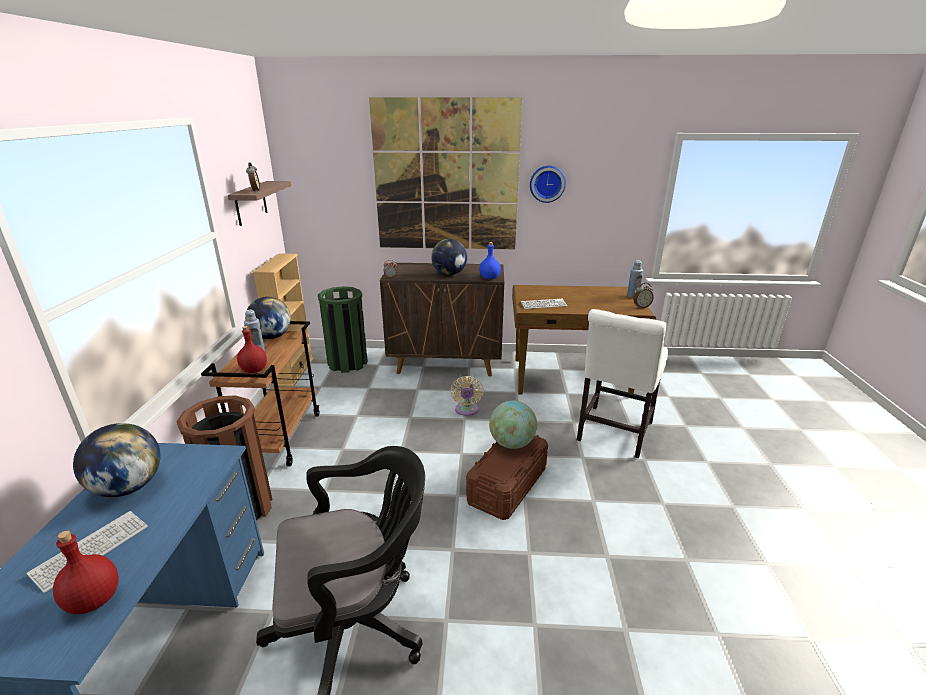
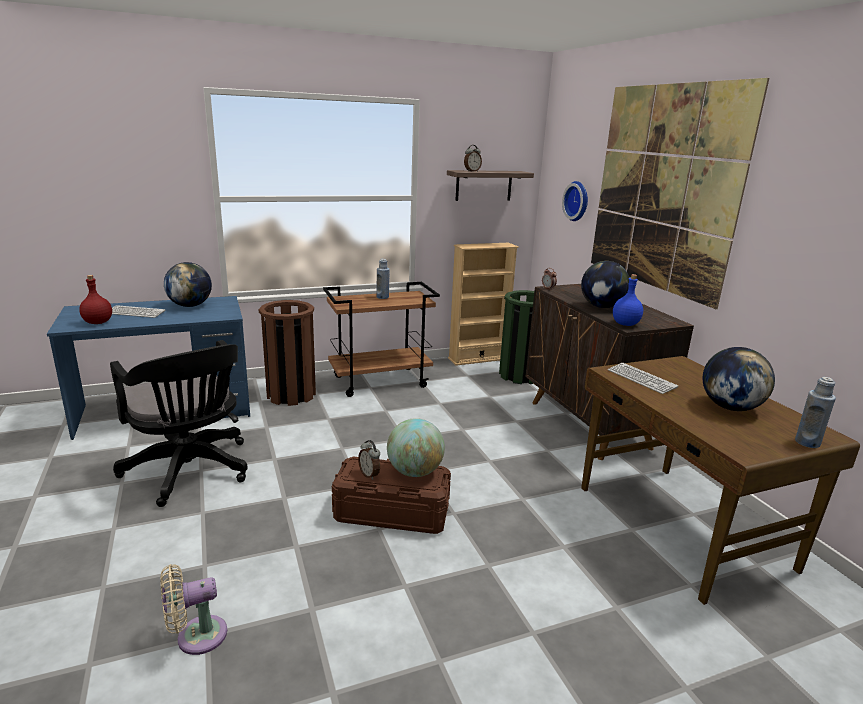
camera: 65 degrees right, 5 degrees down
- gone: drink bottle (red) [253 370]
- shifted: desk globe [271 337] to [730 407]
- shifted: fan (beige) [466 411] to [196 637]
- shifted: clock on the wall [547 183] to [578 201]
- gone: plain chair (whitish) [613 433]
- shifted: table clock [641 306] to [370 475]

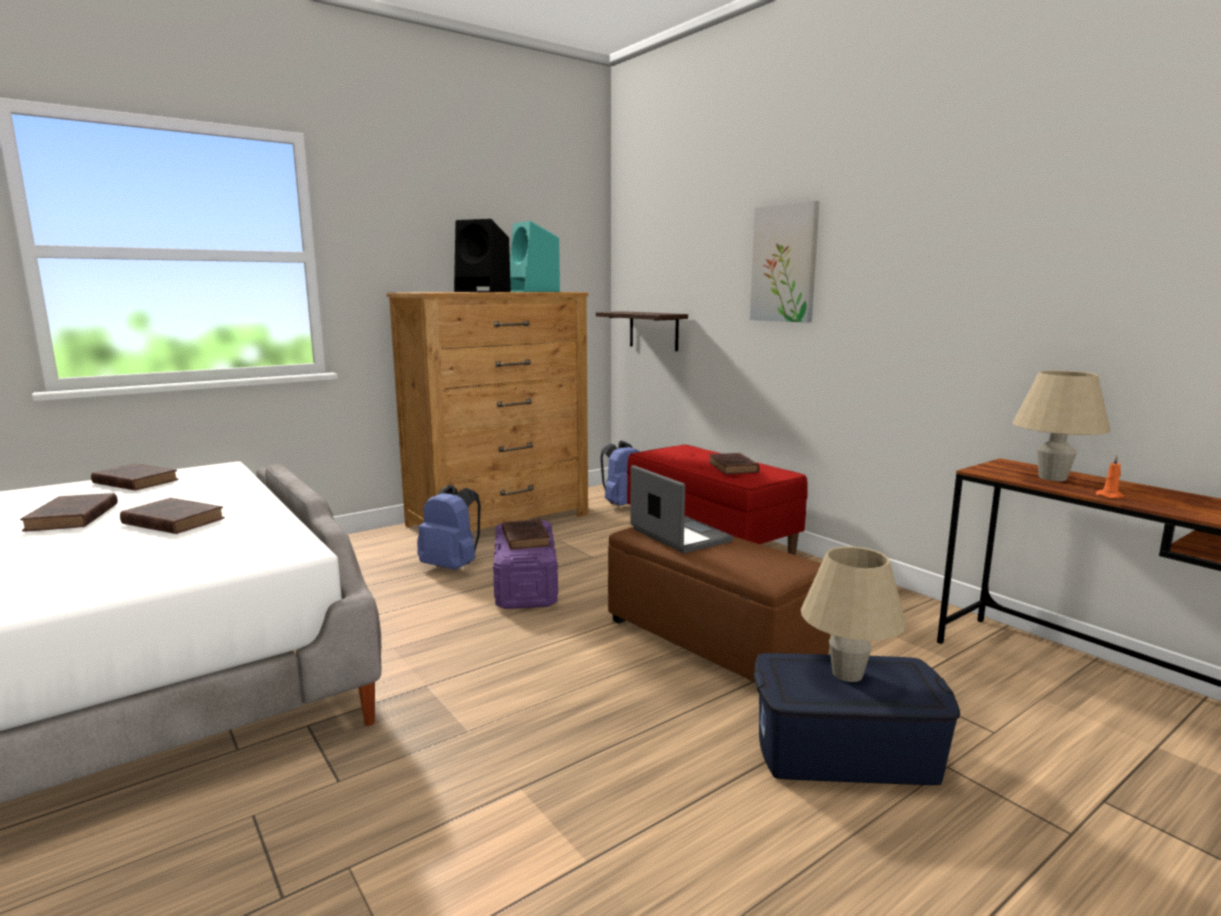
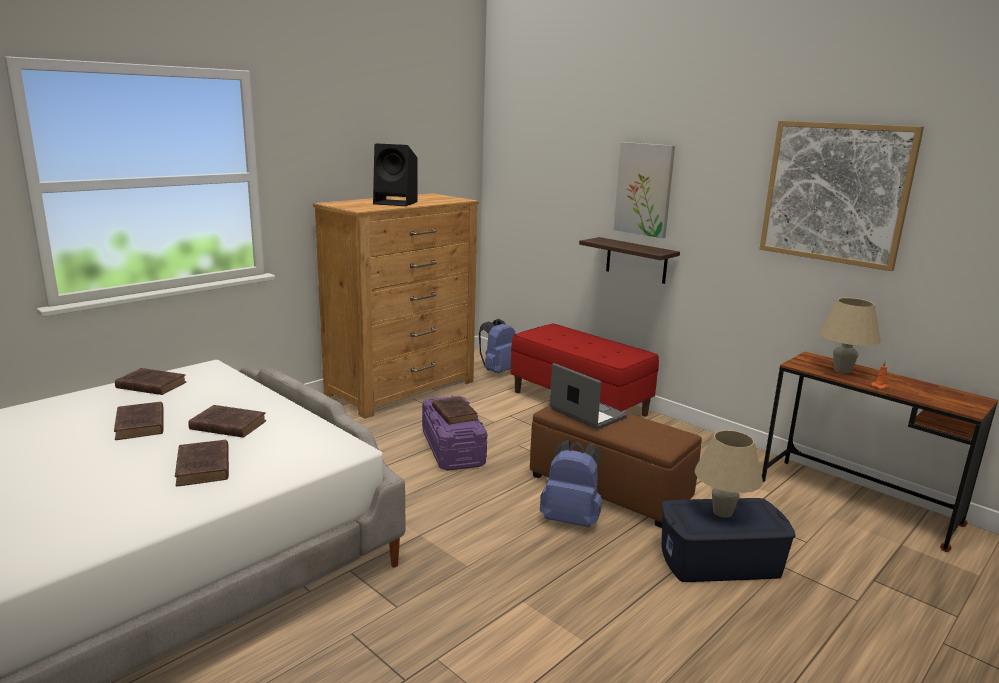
camera: 10 degrees left, 5 degrees up
- shifted: rucksack (bluish) [452 566] to [571 519]
- gone: loudspeaker (turquoise-coloured) [534 291]
- shifted: shelf [653 330] to [636 260]
- shifted: bound book (brown-coloured) [733 467] to [203 468]
- new: wall art [835 193]

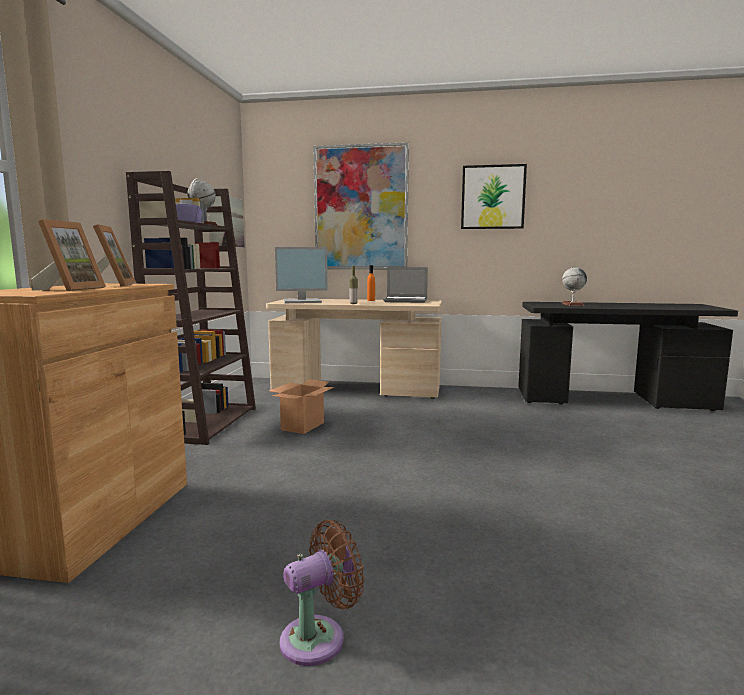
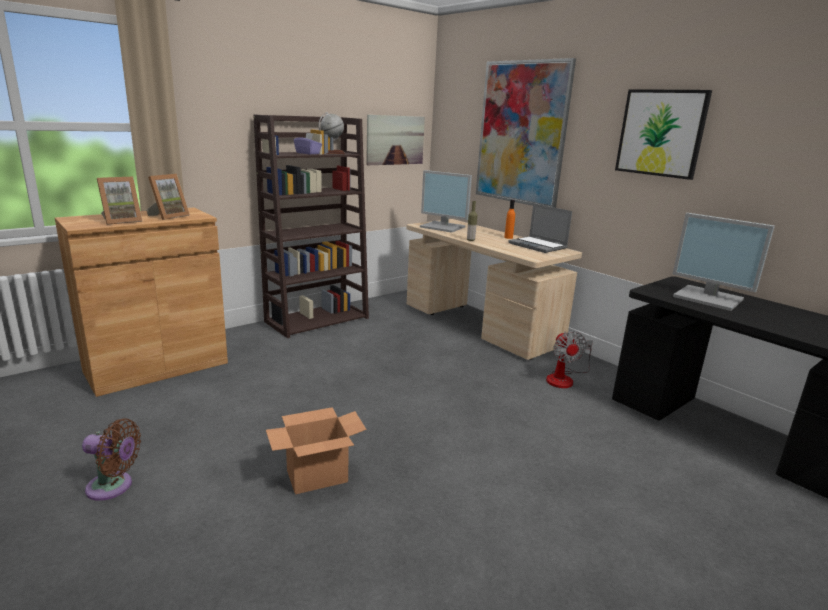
camera: 40 degrees right, 10 degrees up
- shifted: carton [302 426] to [316 477]
- swapped: desk globe [572 304] to monitor [709 298]
- new: fan [564 378]

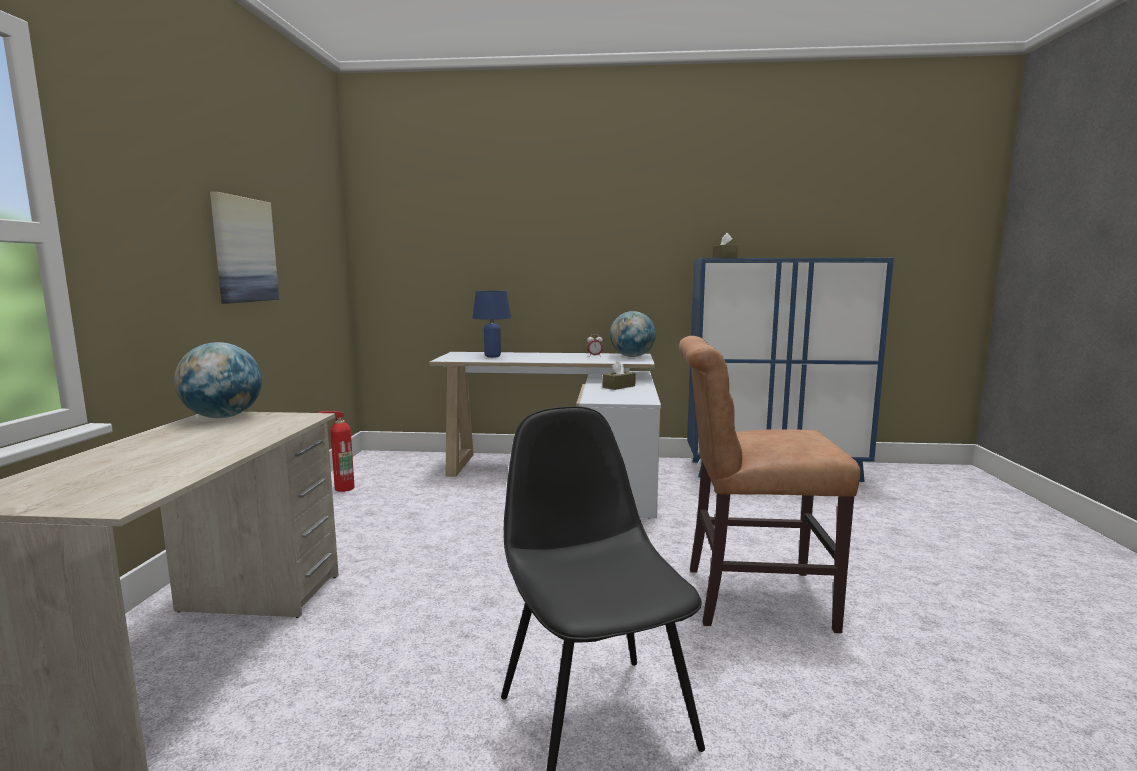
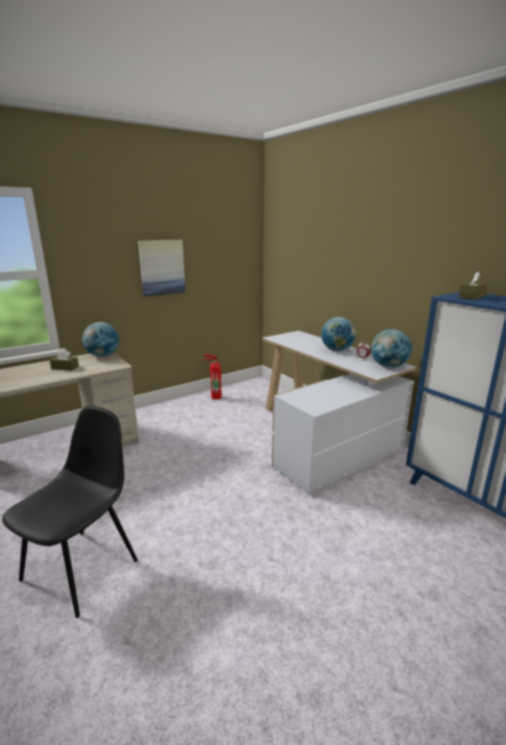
camera: 50 degrees right, 10 degrees up
- gone: lamp for a table (bluish) [492 356]
- shifted: box of tissues (brown-coloured) [619 386] to [65 367]
- gone: plain chair (brown-coloured) [748 598]
- new: desk globe [337 350]

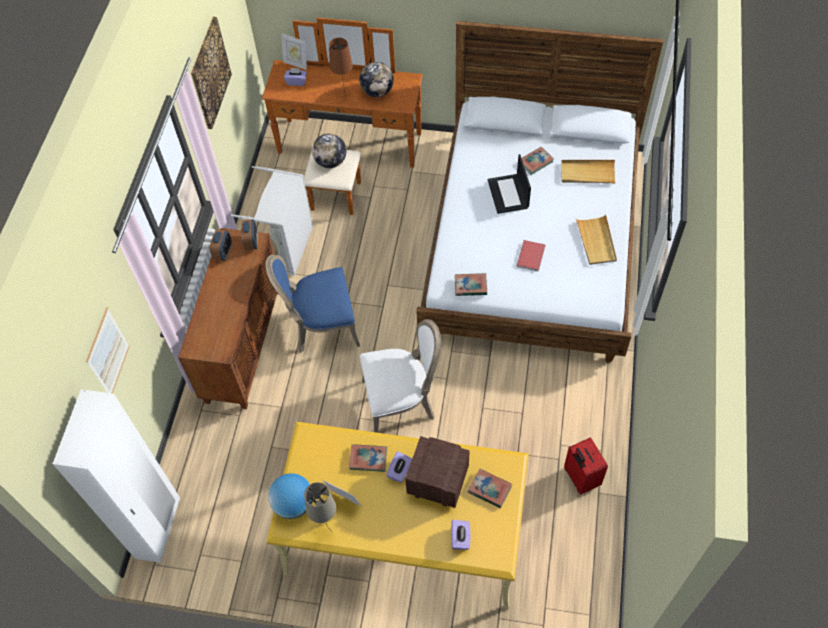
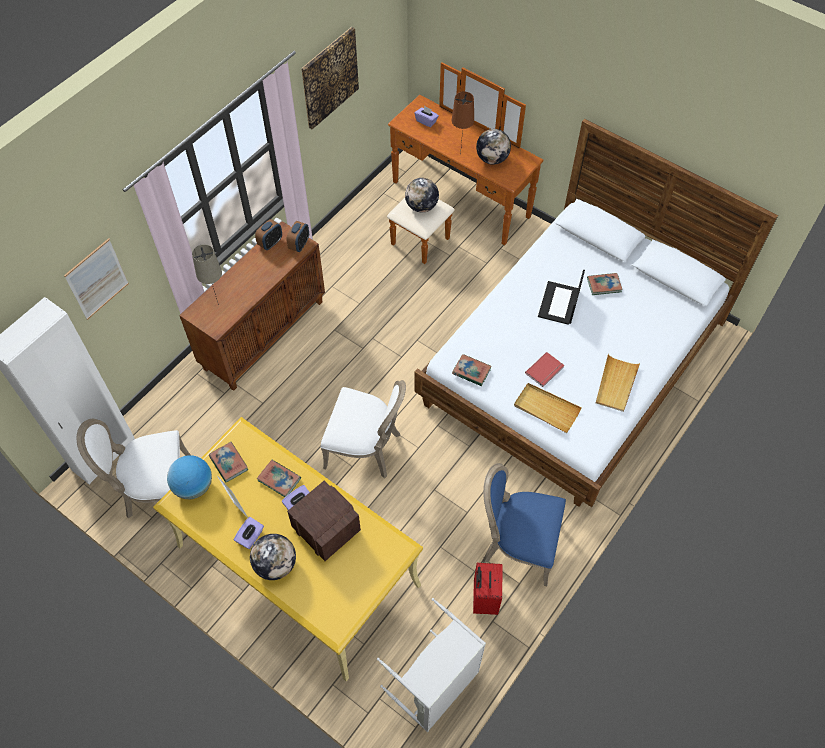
camera: 25 degrees right, 0 degrees up
- shifted: hamper (grey) [288 248] to [437 687]
- shifted: plain chair (bluish) [321 326] to [517 544]
- gone: picture frame [296 64]
- shifted: lamp for a table (beige) [326 527] to [217 301]
- shifted: box of tissues (purple) [460 538] to [250 537]
- shifted: bound book [489 489] to [228 463]
- shifted: carrying tray (beige) [587 173] to [546 409]
- new: plain chair (whitish) [156 489]
- new: desk globe [275 564]

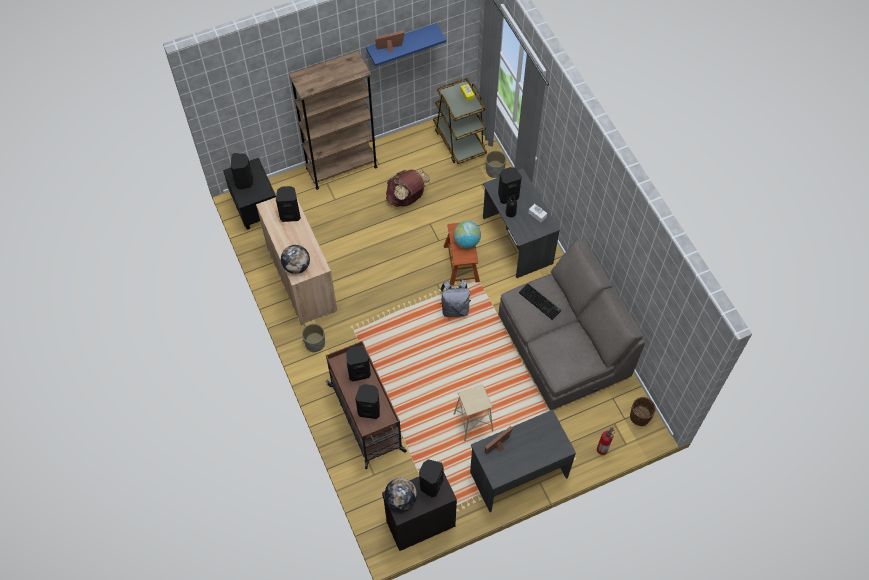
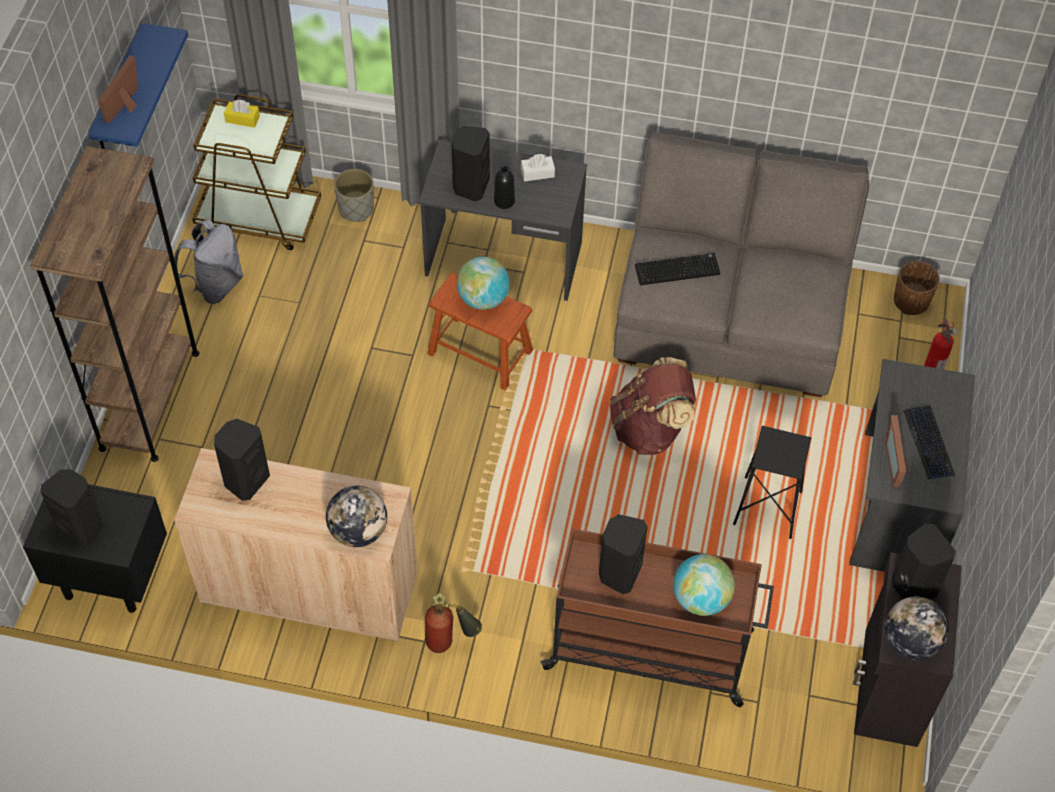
camera: 55 degrees left, 5 degrees down
- swapped: plant pot (grey) [315 343] to fire extinguisher [450 642]
- swapped: loudspeaker (black) [369 409] to desk globe [700 599]
- shifted: rucksack (brown-coloured) [406 198] to [650 429]
- shifted: rucksack (grey) [455 308] to [215 285]
- repainted: sitting stool (beige) [473 422] to sitting stool (black) [767 507]
- new: PC keyboard [929 443]

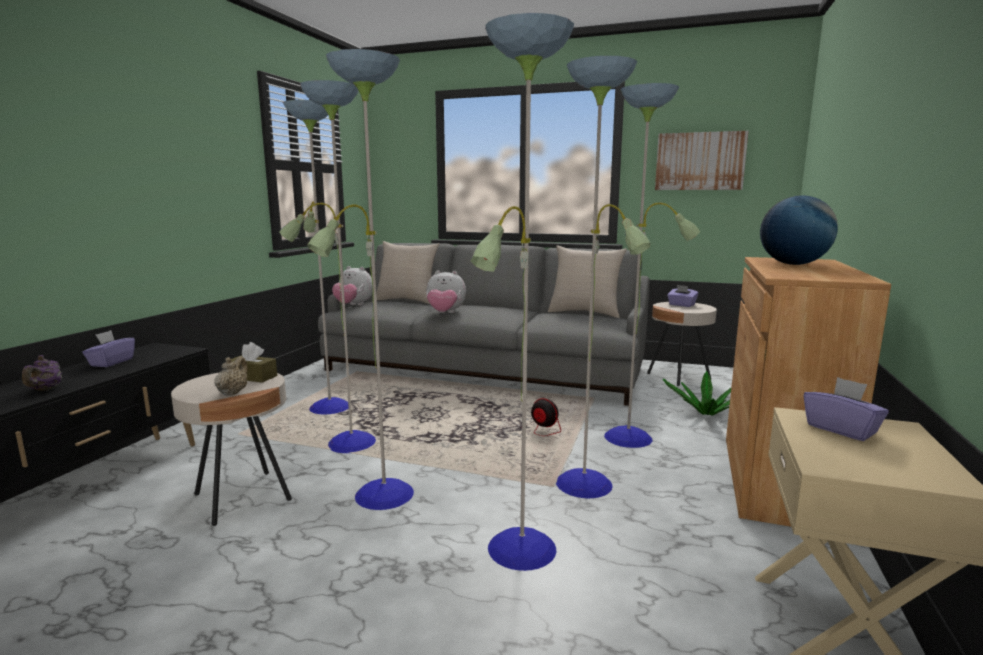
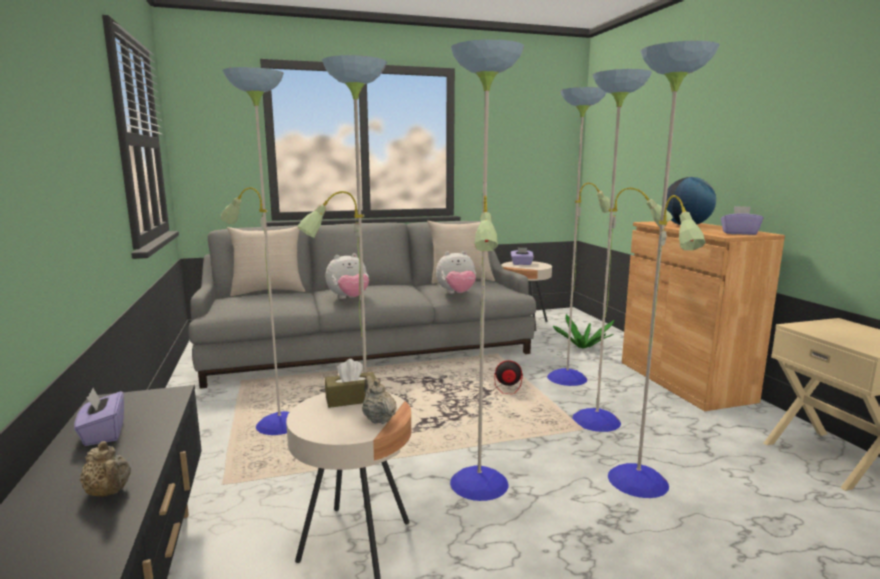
camera: 35 degrees left, 0 degrees up
- repainted: teapot (purple) [45 390] to teapot (beige) [109 493]
- shifted: cuddly toy [353 305] to [457 294]
- gone: wall art [699 161]
- shifted: box of tissues (purple) [841 429] to [739 233]

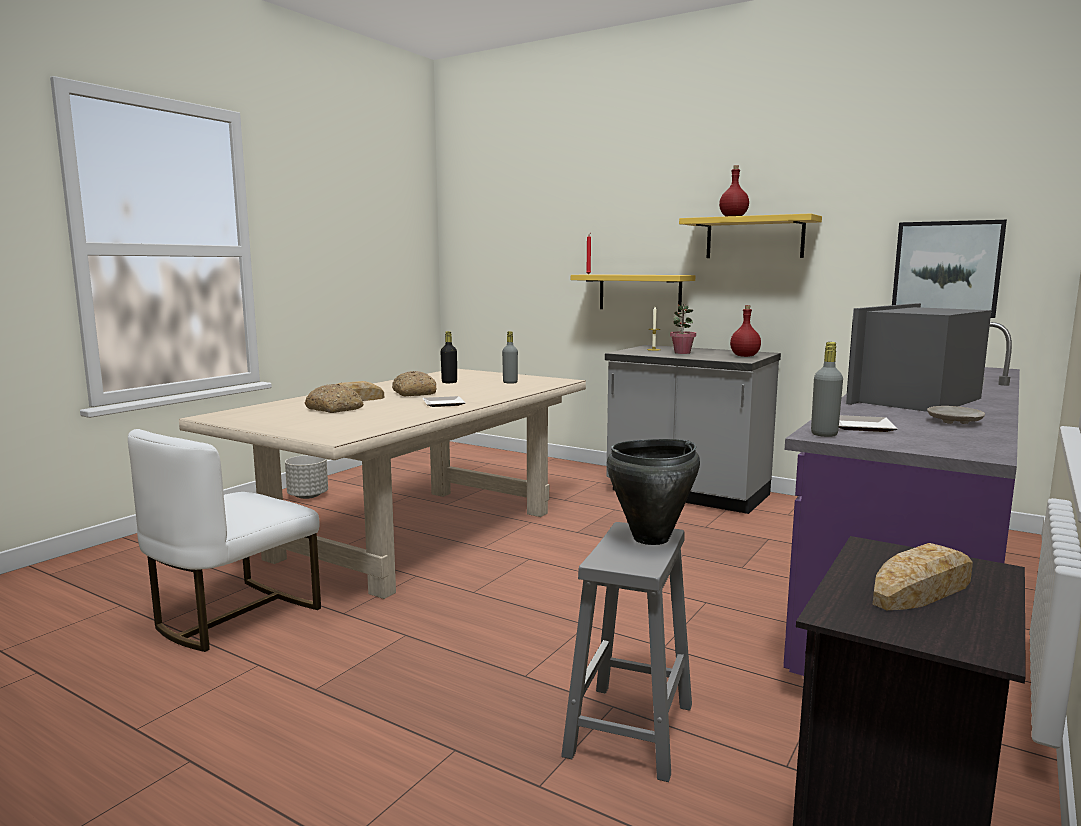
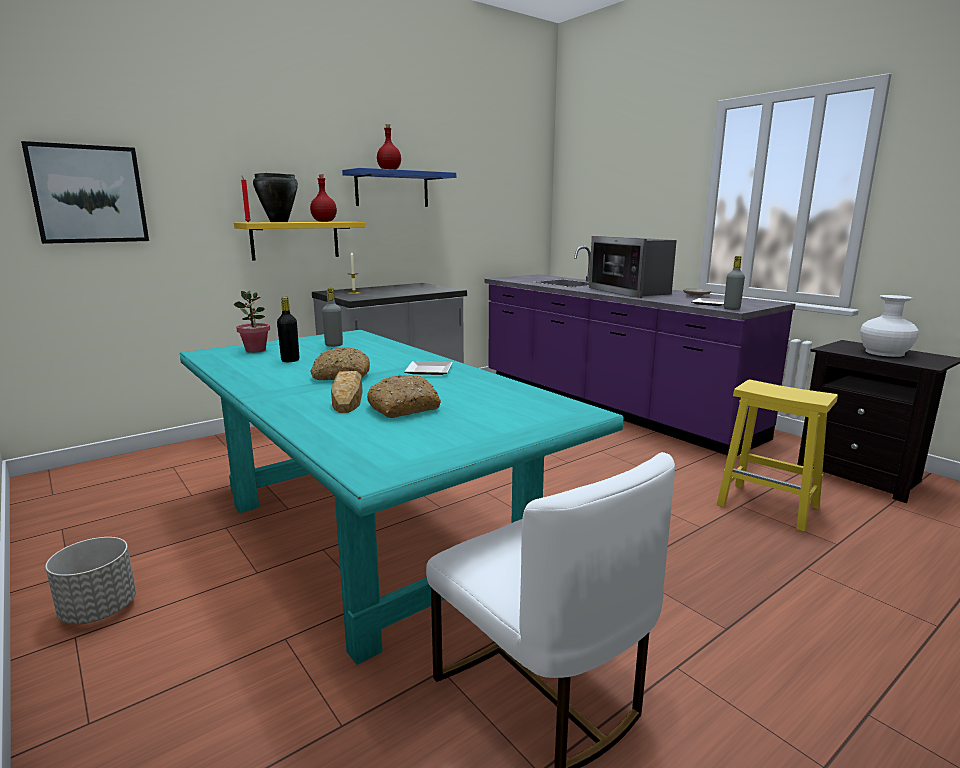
camera: 70 degrees left, 5 degrees up
- repainted: dining table (beige) [416 535] to dining table (turquoise-coloured) [372 538]
- repainted: sitting stool (grey) [630 731] to sitting stool (yellowish) [769 506]
- shifted: cooking pot (black) [652 539] to [279 222]
- shifted: plant in a pot [682 353] to [256 350]
- repainted: shelf (yellowish) [754 238] to shelf (bluish) [392 189]
- shifted: drink bottle (red) [745 356] to [324 221]
- swapped: bakery bread [921 590] to flower vase (whitish) [884 353]
- shifted: wall art [946 269] to [88 194]

